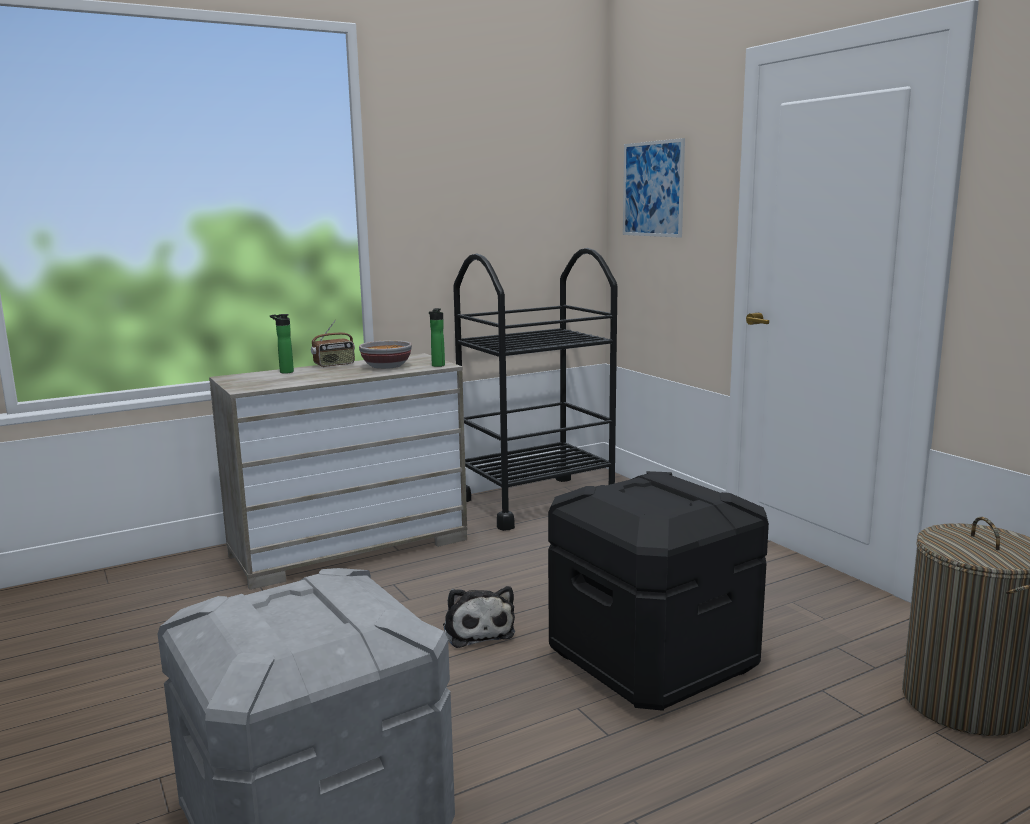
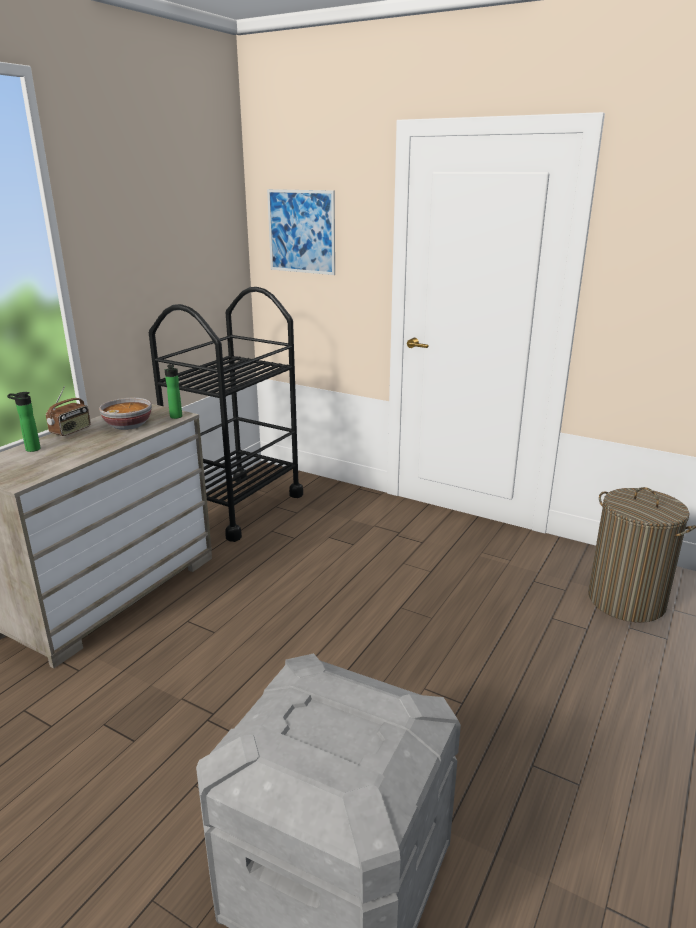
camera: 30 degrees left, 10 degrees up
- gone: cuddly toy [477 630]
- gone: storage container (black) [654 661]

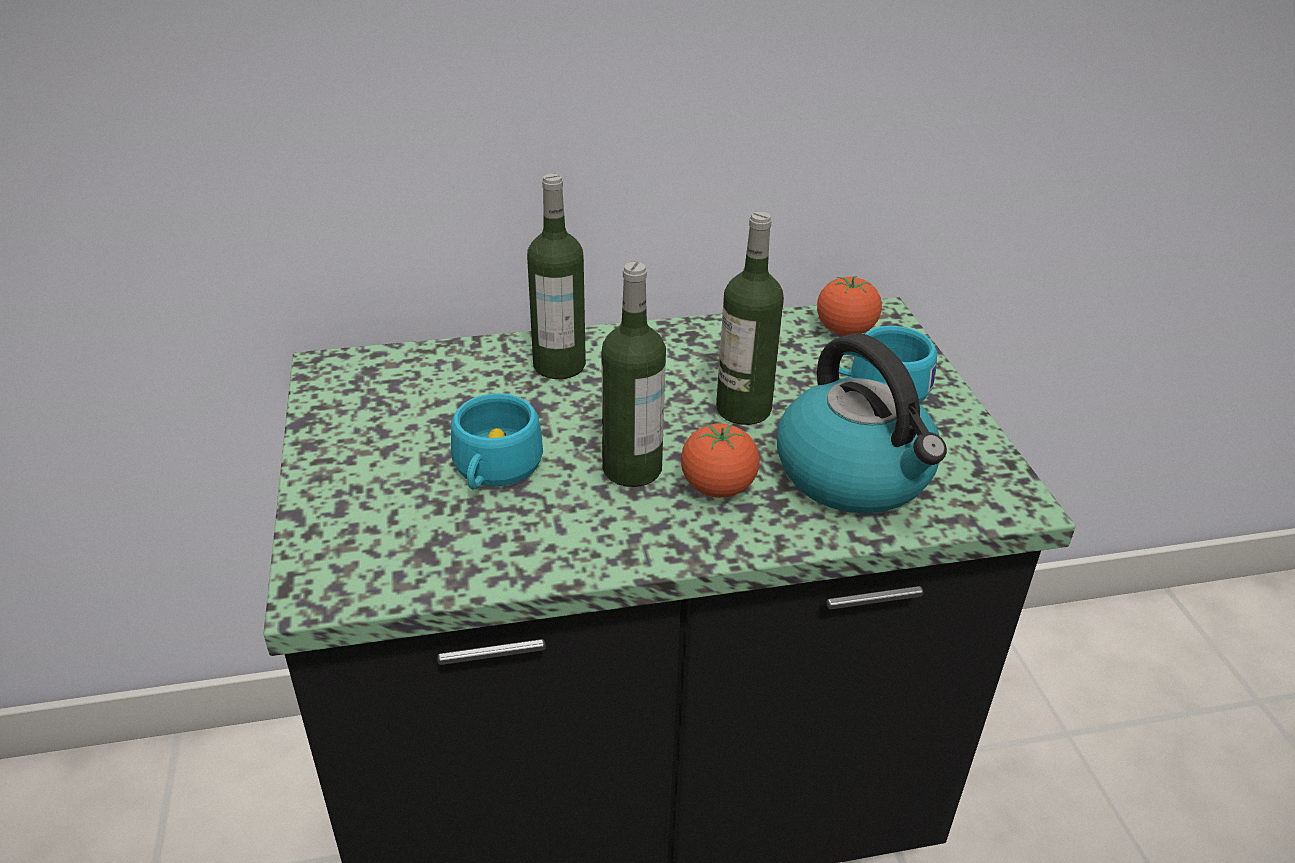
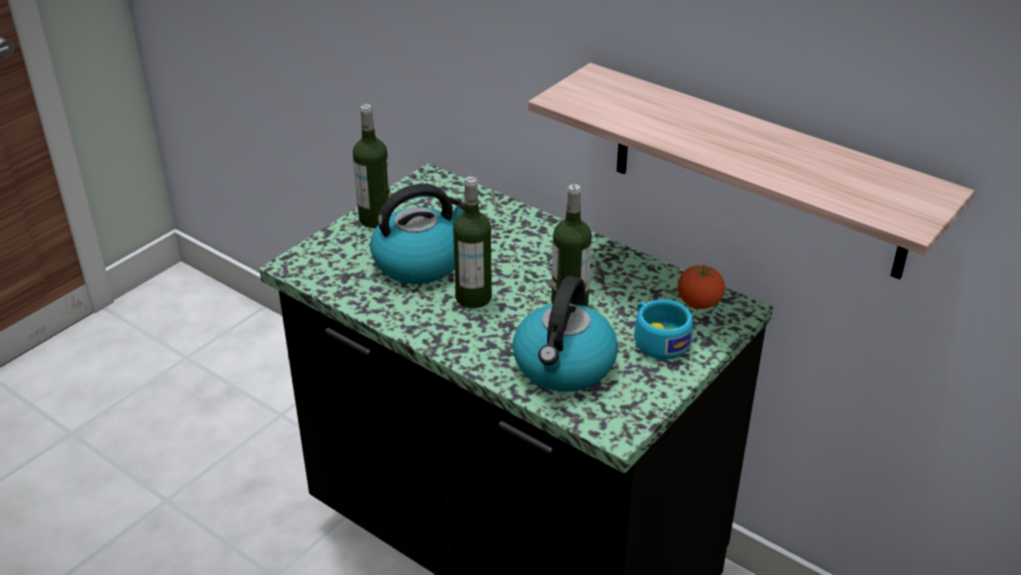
camera: 50 degrees right, 0 degrees up
- swapped: cup (turquoise-coloured) [494 470] to tea kettle [420 261]
- shifted: drink bottle [559 365] to [375 219]
- gone: tomato [718 488]
- new: shelf [757 171]

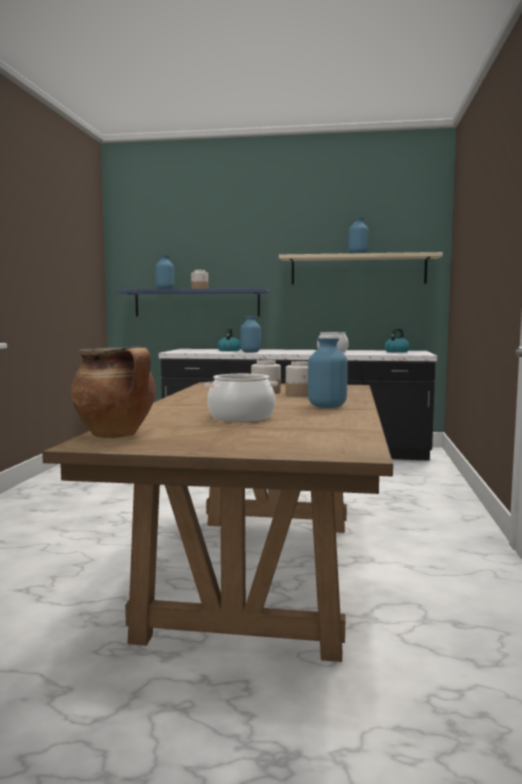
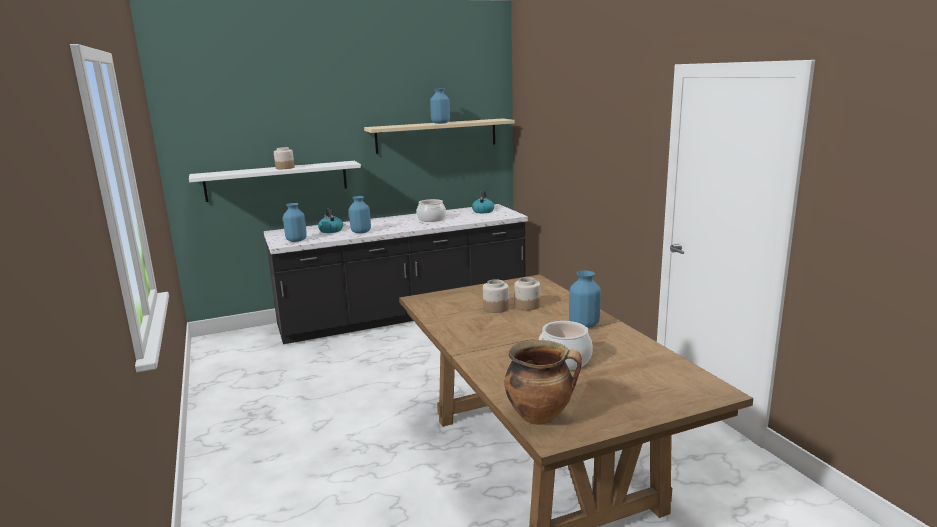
camera: 30 degrees left, 10 degrees up
- repainted: shelf (bluish) [197 303] to shelf (whitish) [277 180]
- shifted: flower vase (bluish) [165 289] to [297 240]

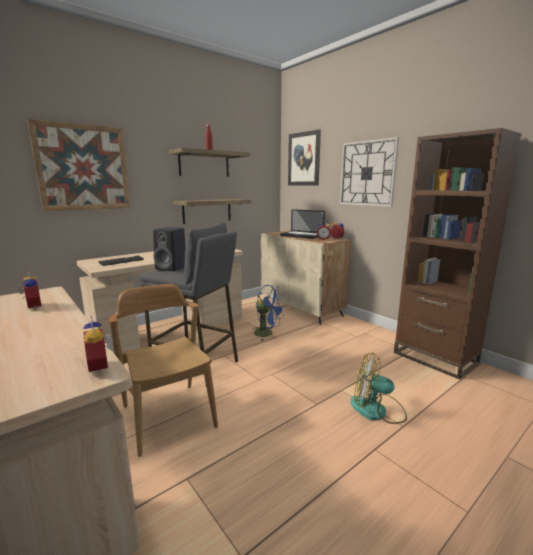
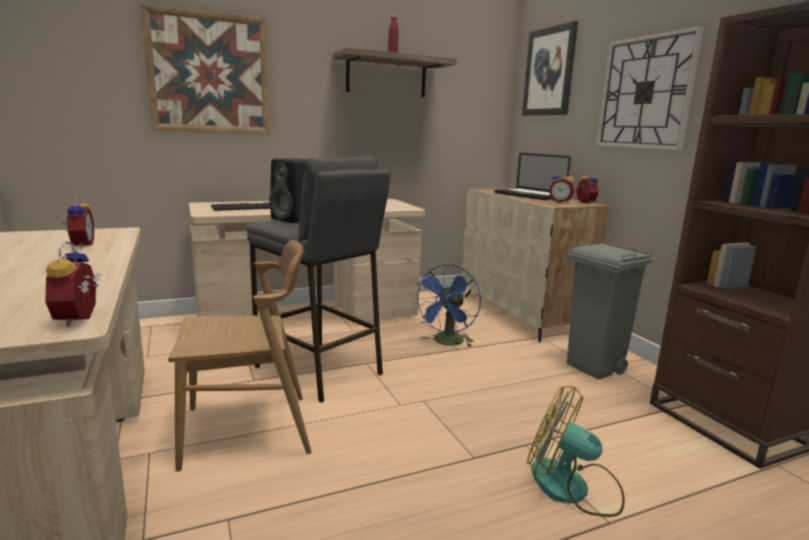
camera: 15 degrees right, 0 degrees up
- rotated: plain chair (brown-coloured) [169 416] = [247 430] 90 degrees clockwise
- gone: shelf [207 211]
- rotated: fan (bluish) [267 334] = [447 343] 75 degrees clockwise
- new: trash can (grey) [594 368]

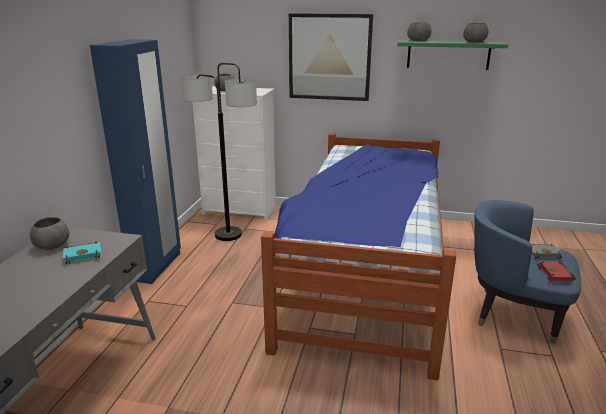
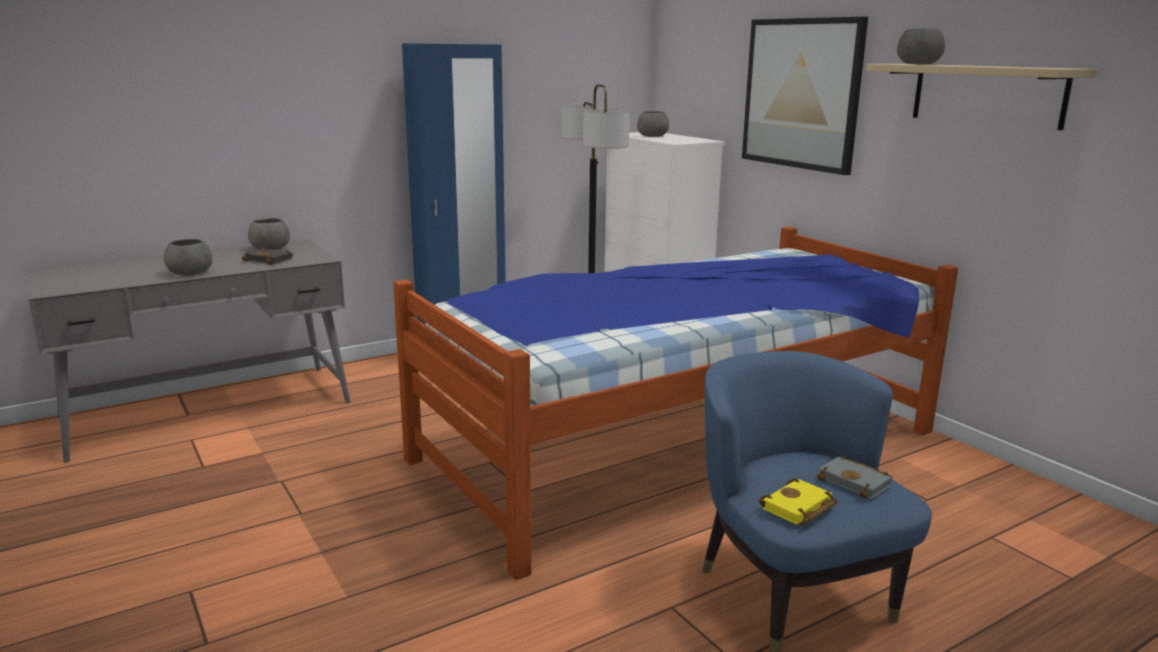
camera: 45 degrees right, 5 degrees down
- repainted: bound book (turquoise-coloured) [84 255] to bound book (black) [270 260]
- repainted: shelf (green) [448 54] to shelf (beige) [987 95]
- shifted: bowl (grey) [474 42] to [191 273]
- repainted: bound book (red) [557 274] to bound book (yellowish) [798 509]

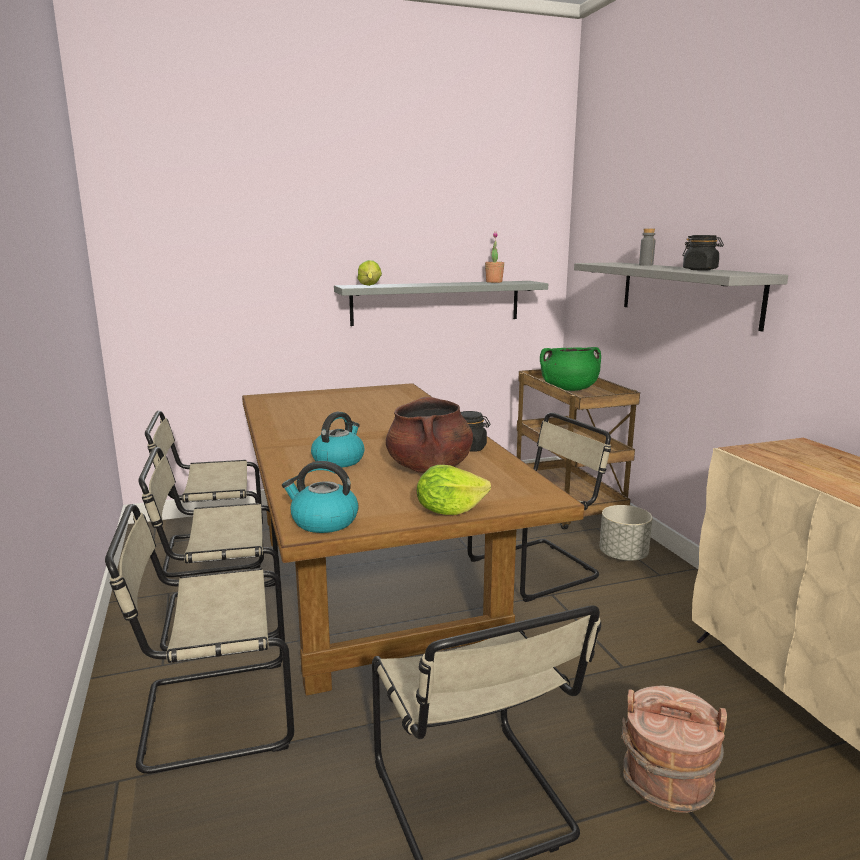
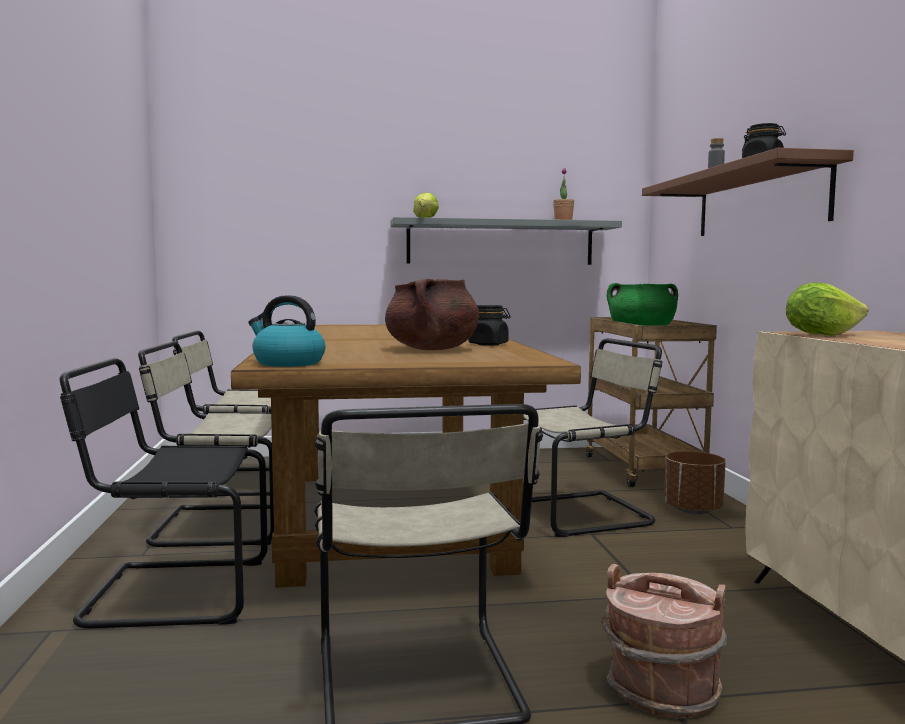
camera: 10 degrees right, 10 degrees down
- repainted: plain chair (beige) [211 715] to plain chair (black) [170 593]
- gone: tea kettle [338 460]
- shifted: lettuce head [449 511] to [821 335]
- repainted: shelf (grey) [687 292] to shelf (brown-coloured) [759 201]
- repainted: plant pot (grey) [623 556] to plant pot (brown-coloured) [693 510]

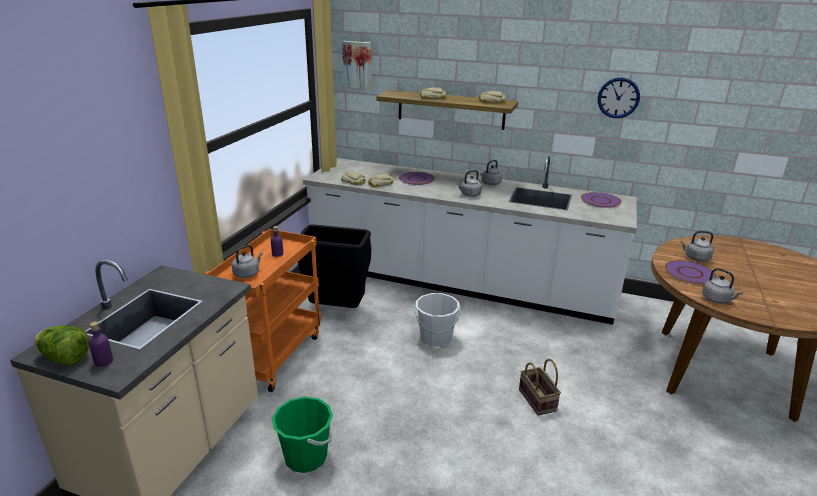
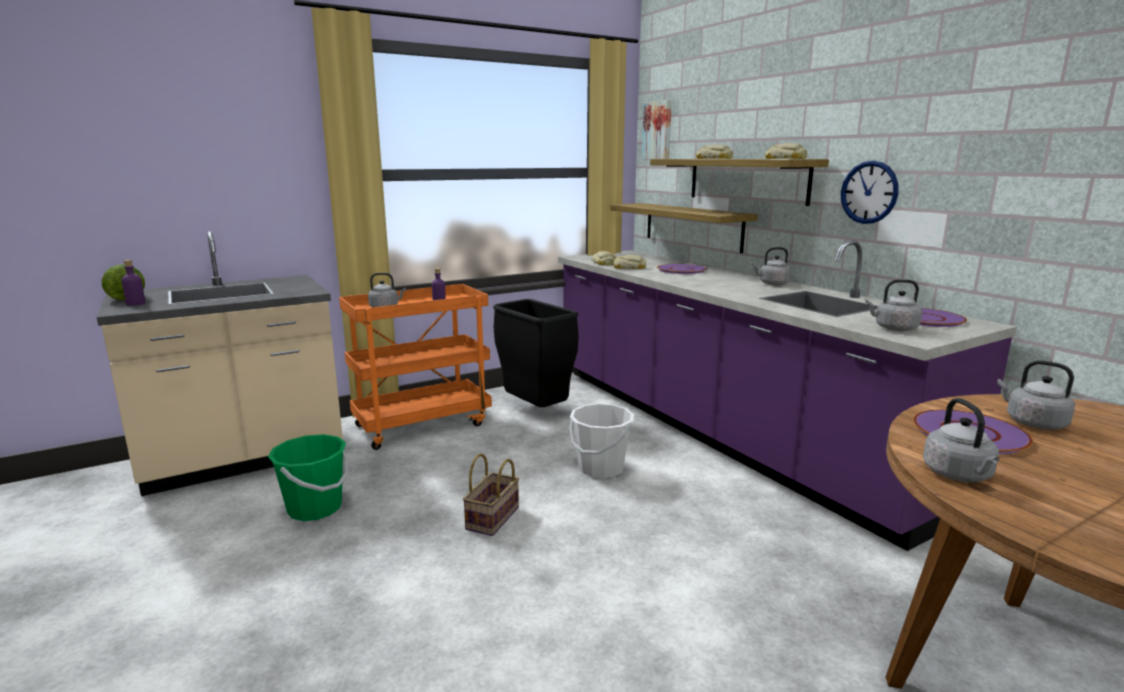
camera: 40 degrees right, 10 degrees down
- repainted: kitchen counter (whitish) [459 283] to kitchen counter (purple) [716 430]
- shifted: tea kettle (grey) [469 195] to [893 328]
- shifted: basket [538 401] to [493 519]
- shifted: clock on the wall [618 98] to [869 192]
- new: shelf [692 226]

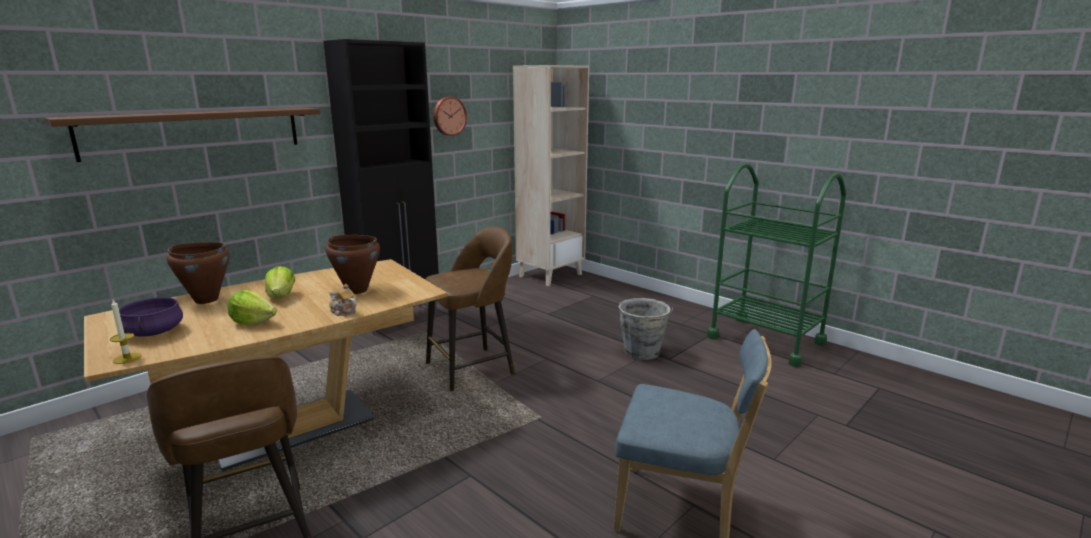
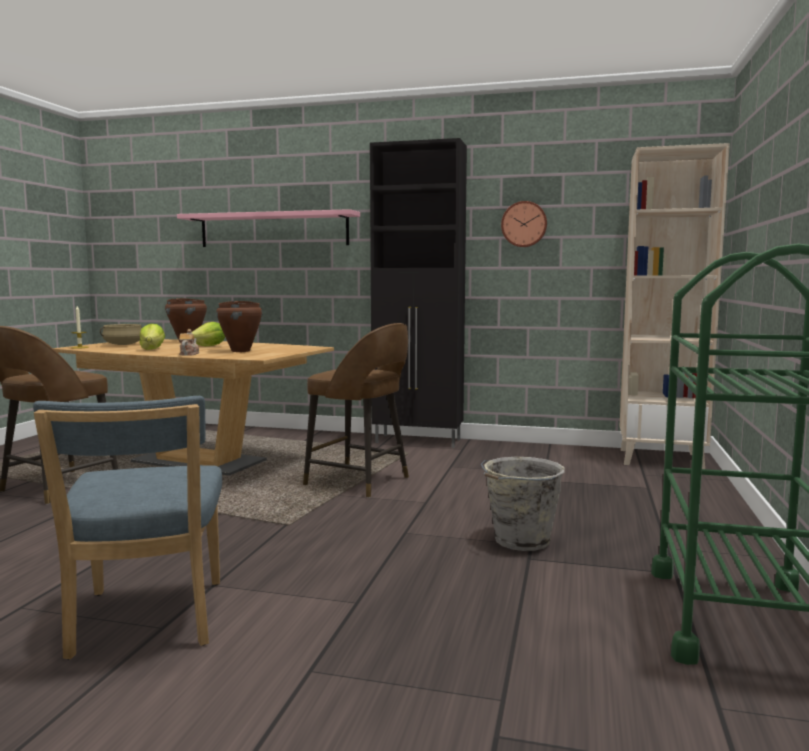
camera: 60 degrees right, 10 degrees down
- repainted: shelf (brown-coloured) [195 132] to shelf (pink) [273 230]
- repainted: cooking pot (purple) [153 332] to cooking pot (beige) [123 344]

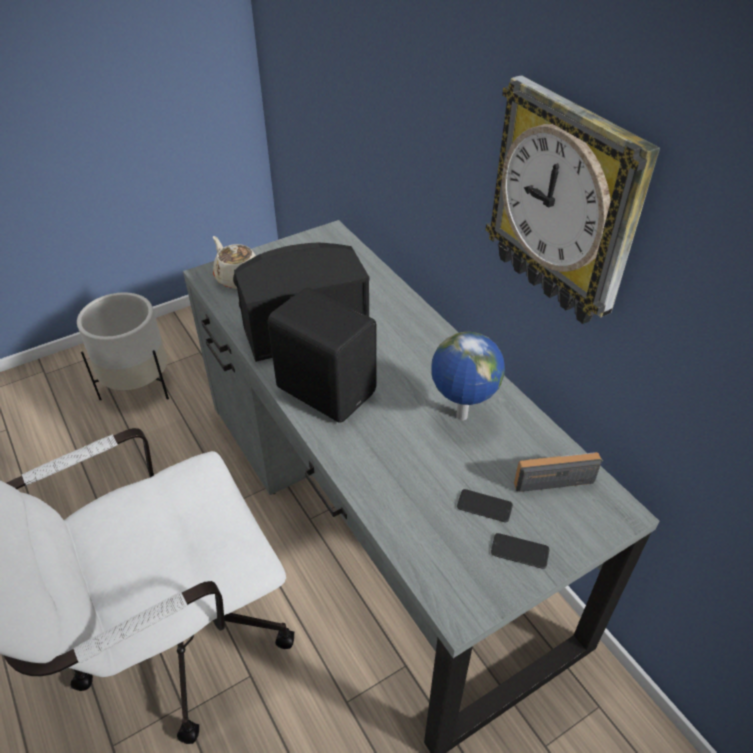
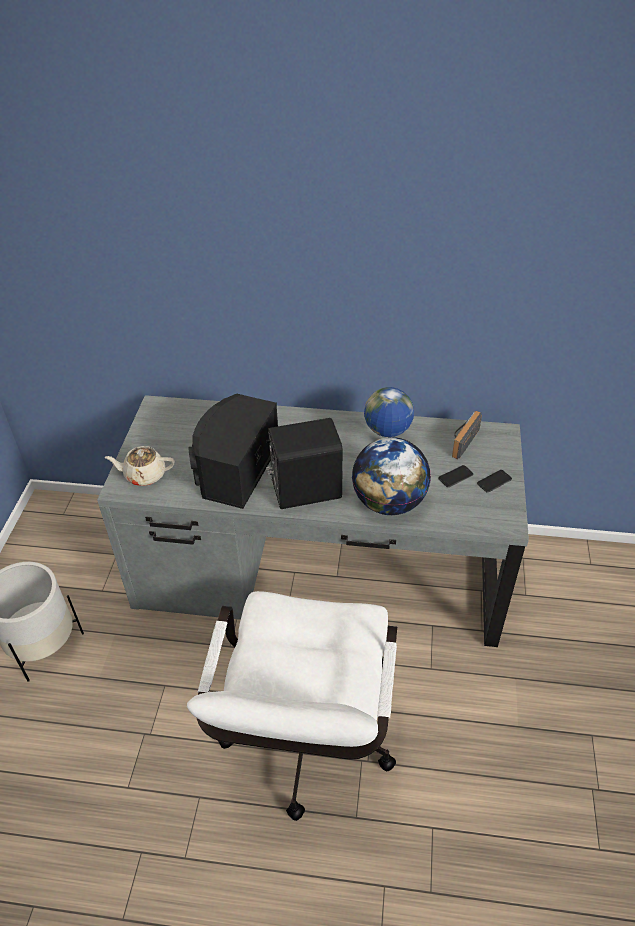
camera: 50 degrees left, 0 degrees up
- gone: clock on the wall [566 205]
- new: desk globe [388 503]

